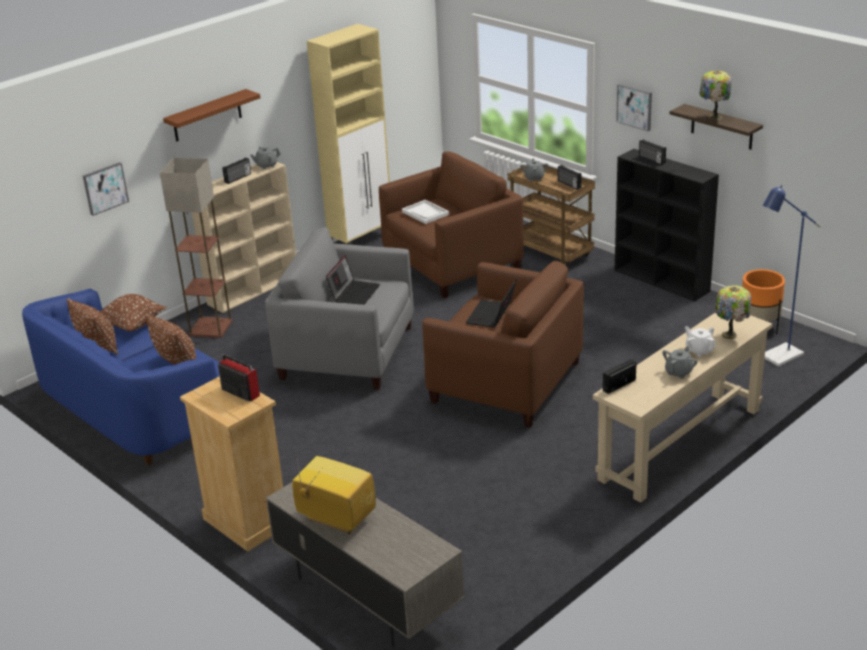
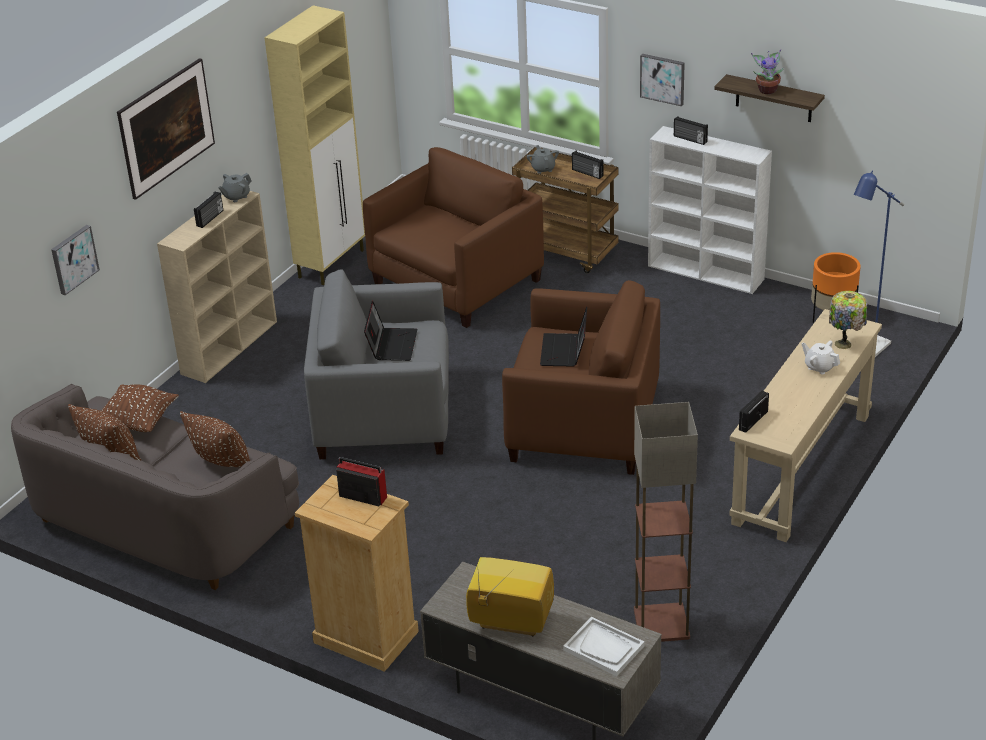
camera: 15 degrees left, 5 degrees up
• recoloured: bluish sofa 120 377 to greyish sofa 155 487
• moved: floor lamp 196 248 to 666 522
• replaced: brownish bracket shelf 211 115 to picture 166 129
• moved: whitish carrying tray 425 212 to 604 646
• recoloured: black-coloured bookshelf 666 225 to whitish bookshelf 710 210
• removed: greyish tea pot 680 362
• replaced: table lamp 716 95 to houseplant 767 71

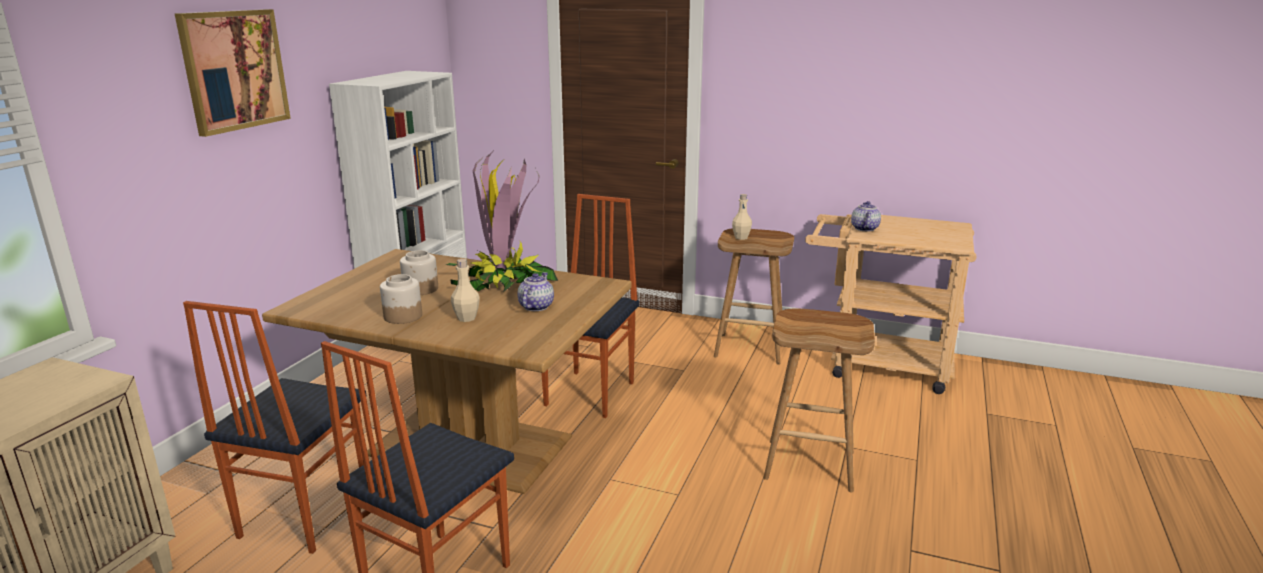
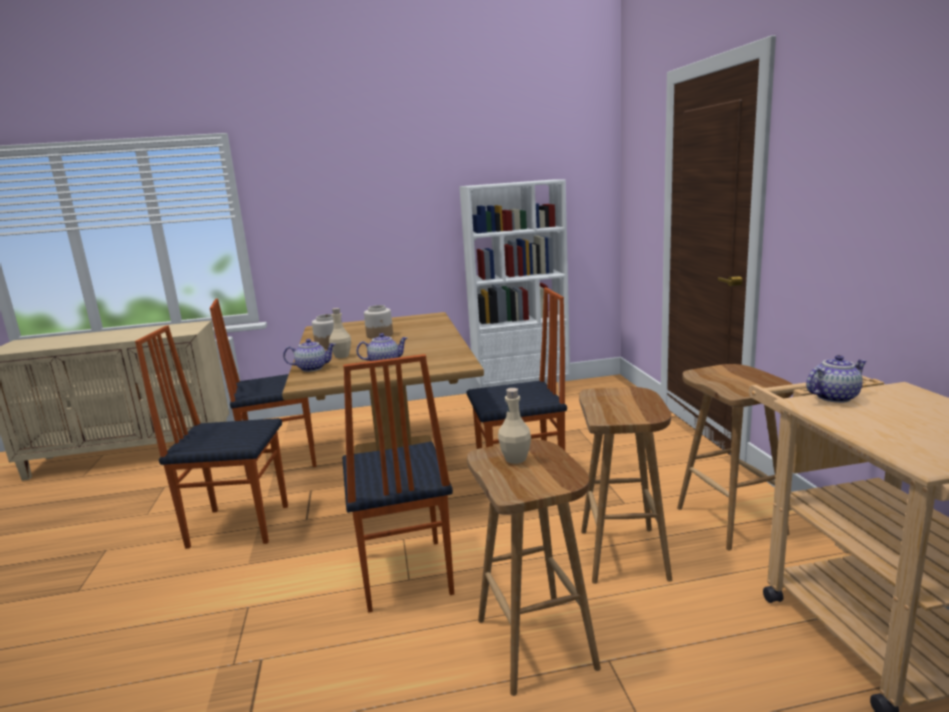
camera: 60 degrees right, 5 degrees down
• removed: picture 233 73
• removed: houseplant 502 222
• moved: beige-coloured bottle 742 217 to 514 426
• added: tea pot 309 355
• added: chair 398 483
• added: brownish stool seat 625 485

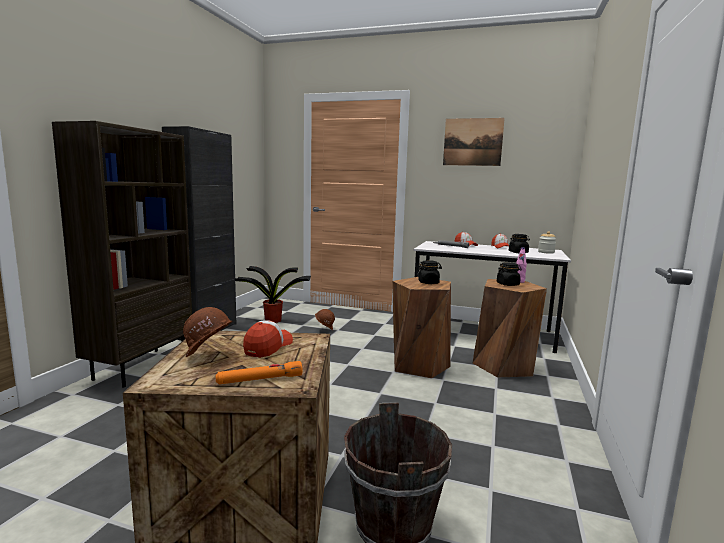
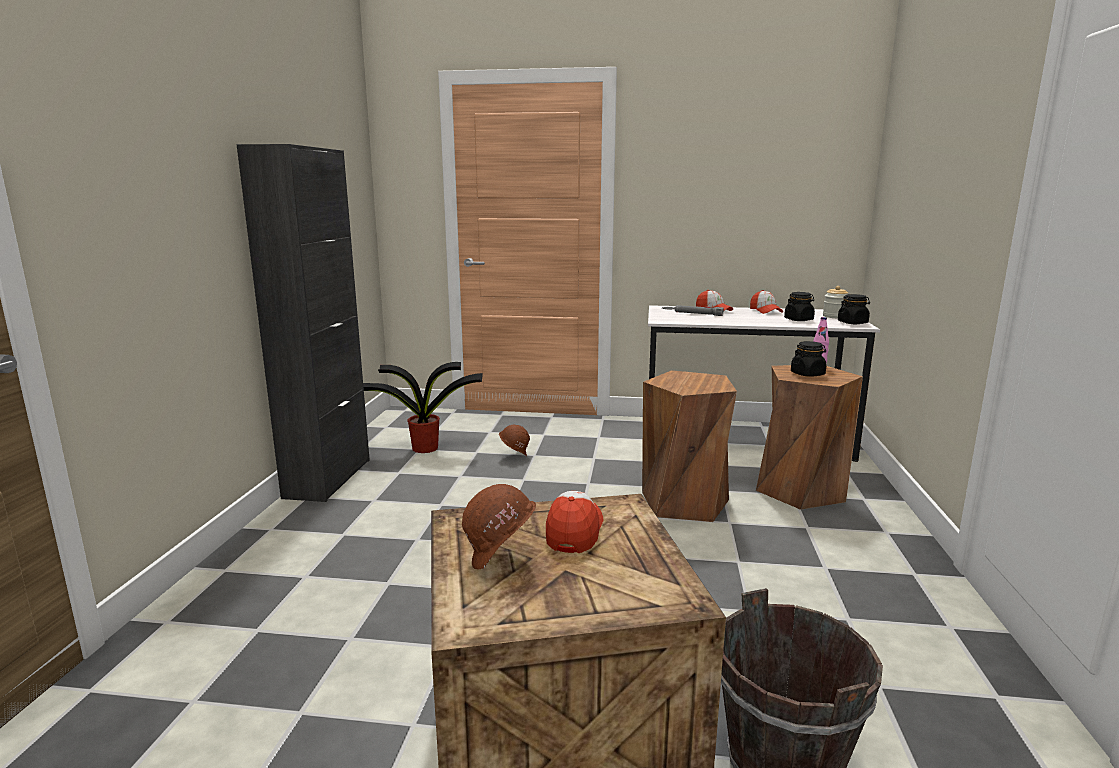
camera: 10 degrees left, 5 degrees up
• removed: brownish bookshelf 122 254
• removed: orangey flashlight 259 372
• moved: black-coloured jar 429 272 to 854 309
• removed: picture 474 142

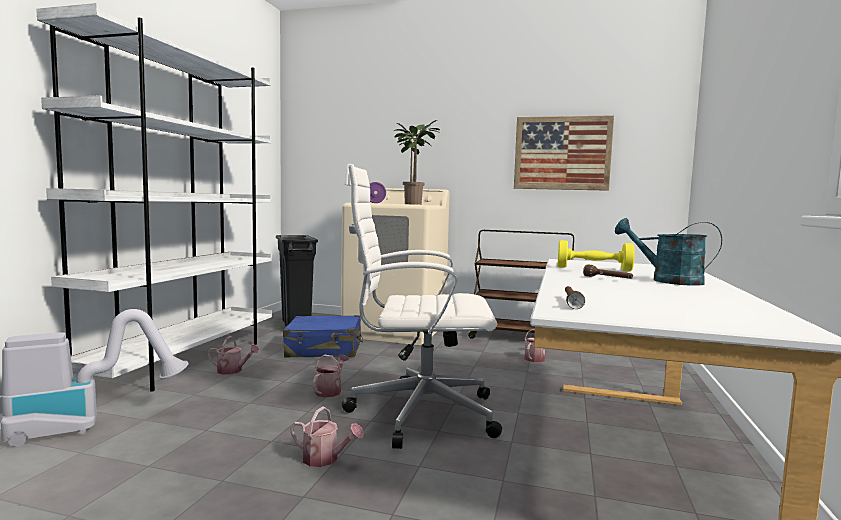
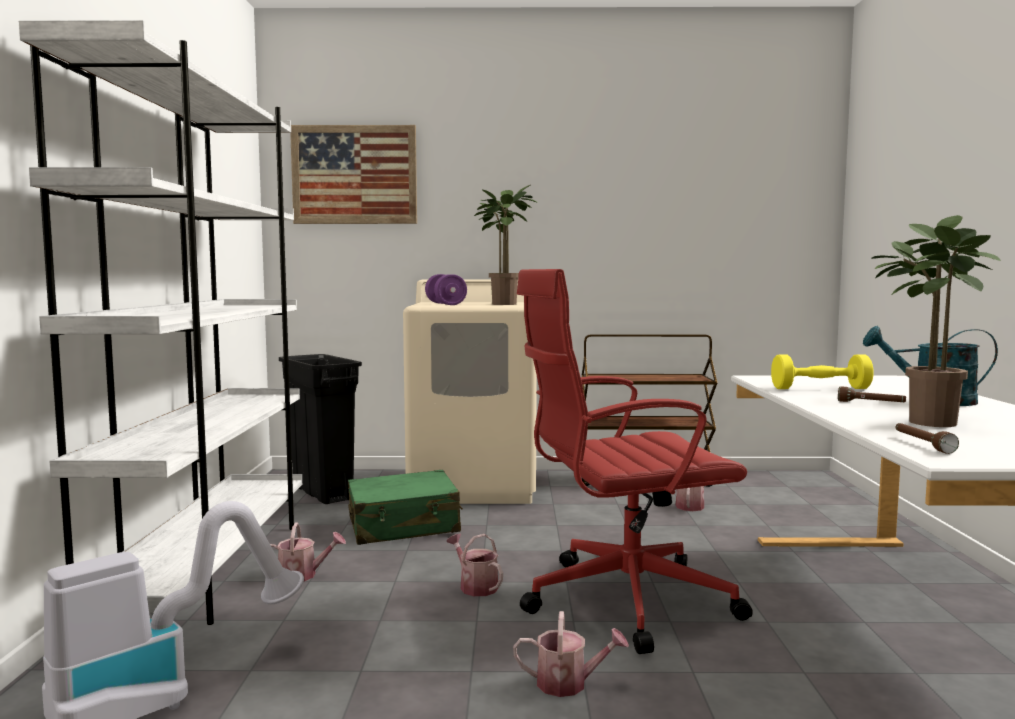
camera: 15 degrees left, 0 degrees up
• recoloured: bluish travel case 323 336 to green-coloured travel case 405 507
• turned: sprinkling can 331 376 = 475 565 45 degrees counterclockwise
• recoloured: whitish desk chair 422 306 to red desk chair 635 461
• moved: picture 564 153 to 353 174
• added: houseplant 936 321

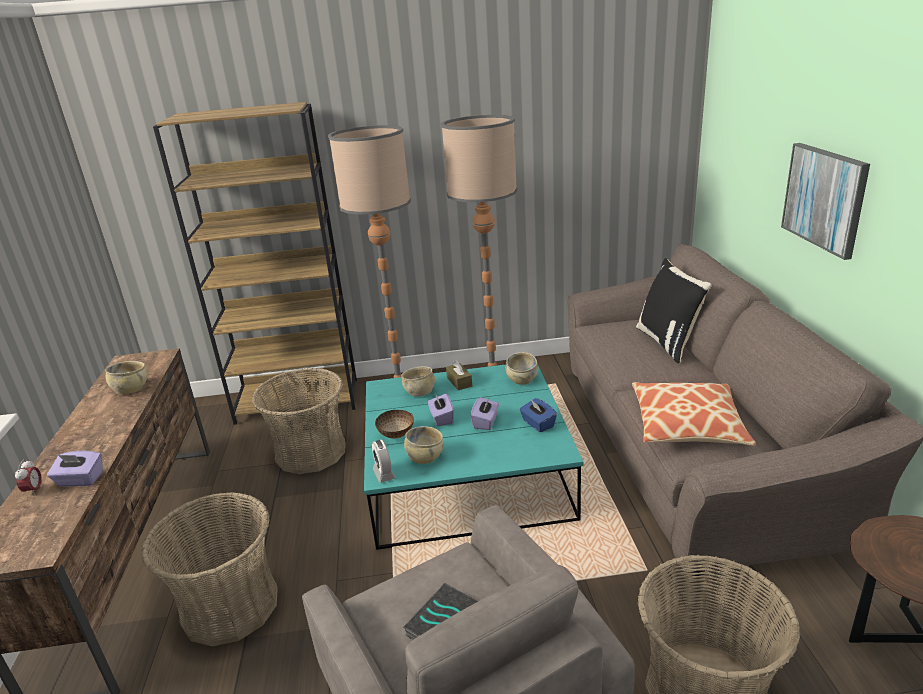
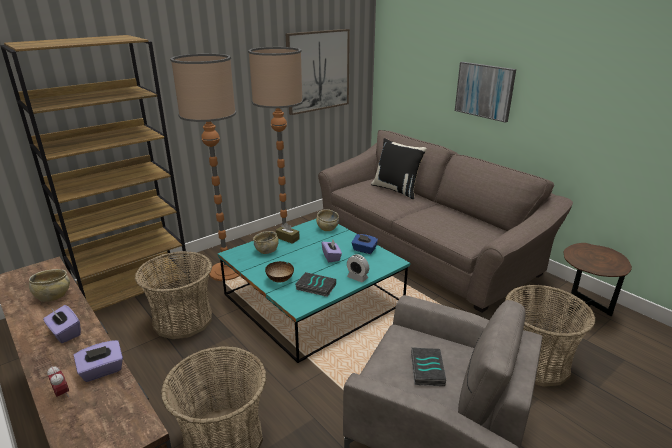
camera: 35 degrees left, 0 degrees up
• moved: alarm clock 384 461 to 358 268
• replaced: beige-coloured bowl 423 445 to book 315 284
• moved: purplish tissue box 441 409 to 62 324
• removed: throw pillow 694 414
• added: picture 318 72

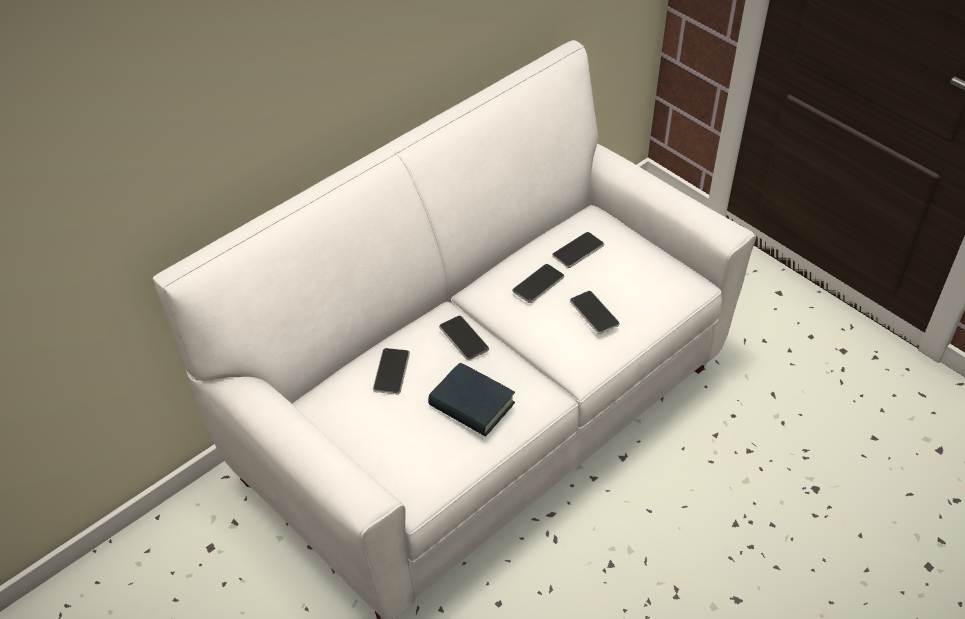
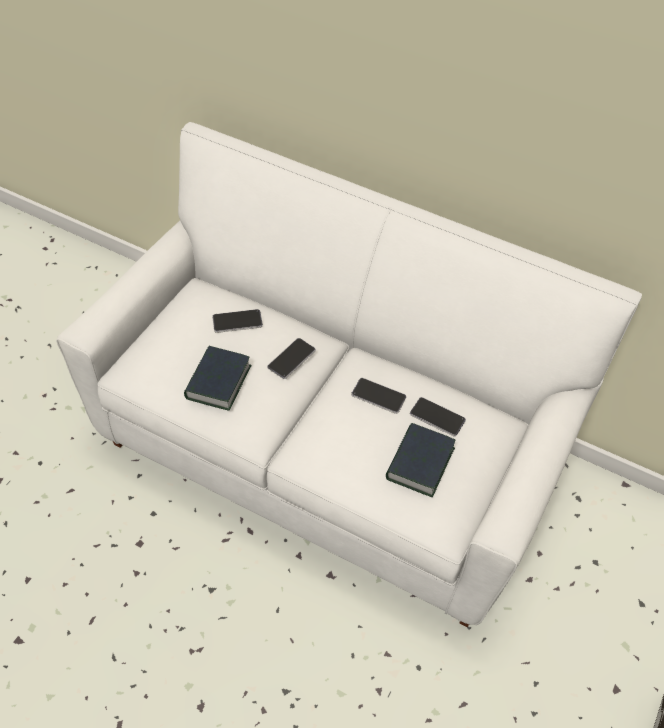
camera: 70 degrees right, 5 degrees up
• removed: handset 595 312
• added: book 420 460

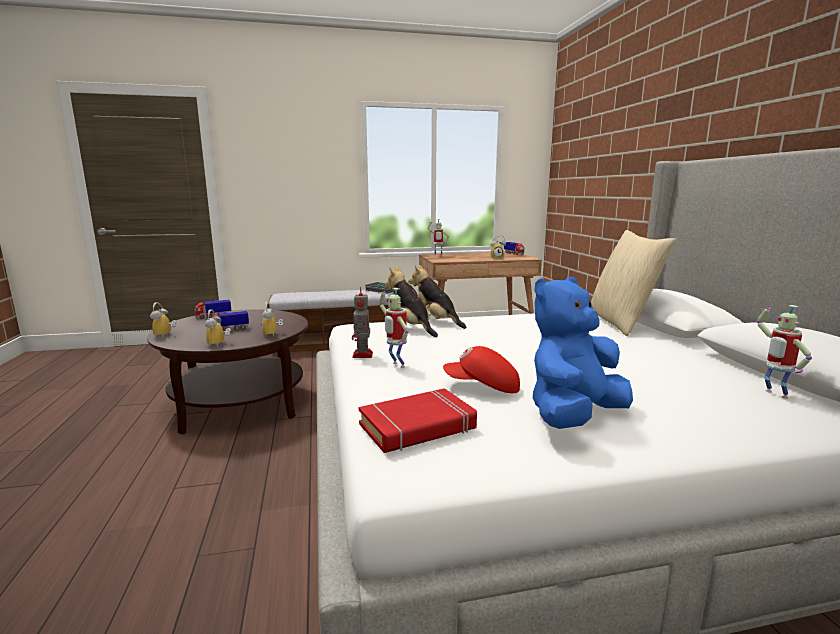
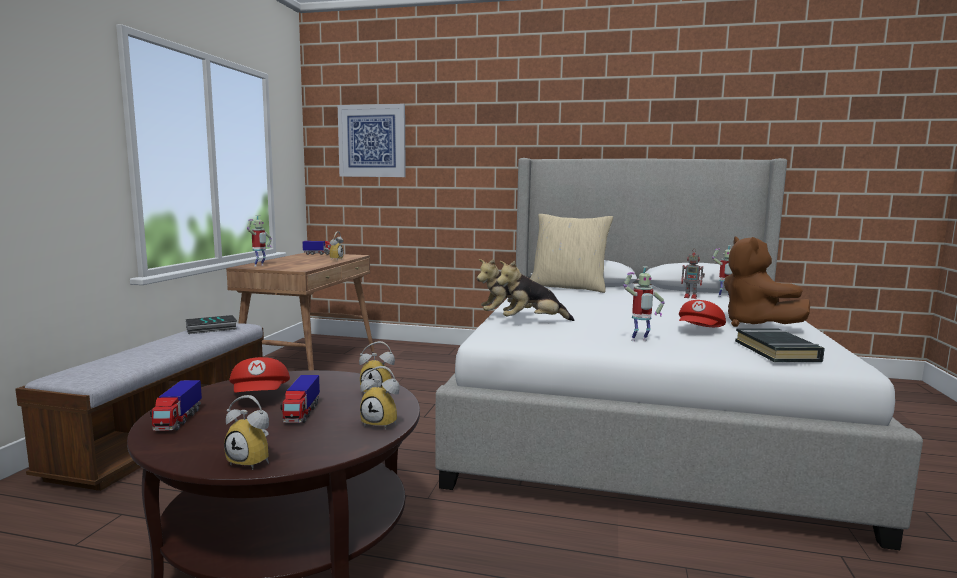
camera: 65 degrees left, 5 degrees down
• moved: model robot 362 322 to 693 273
• recoloured: red book 418 420 to black-coloured book 780 345
• recoloured: bluish cuddly toy 583 353 to brownish cuddly toy 767 281
• added: red cap 259 374
• added: picture 372 140

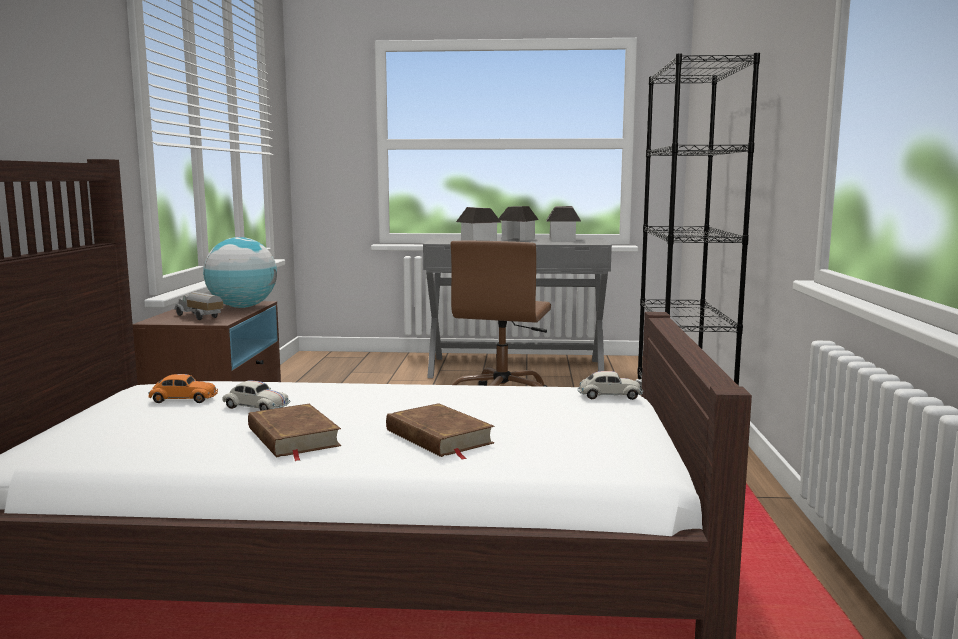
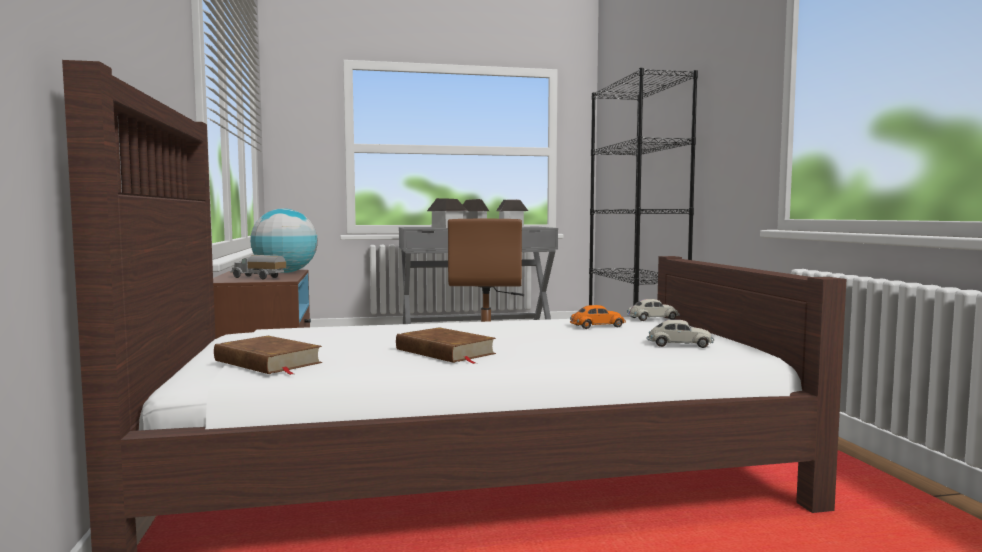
camera: 15 degrees left, 5 degrees down
• moved: orangey model car 183 388 to 598 317
• moved: whitish model car 256 396 to 681 334
• moved: brownish book 440 431 to 268 355

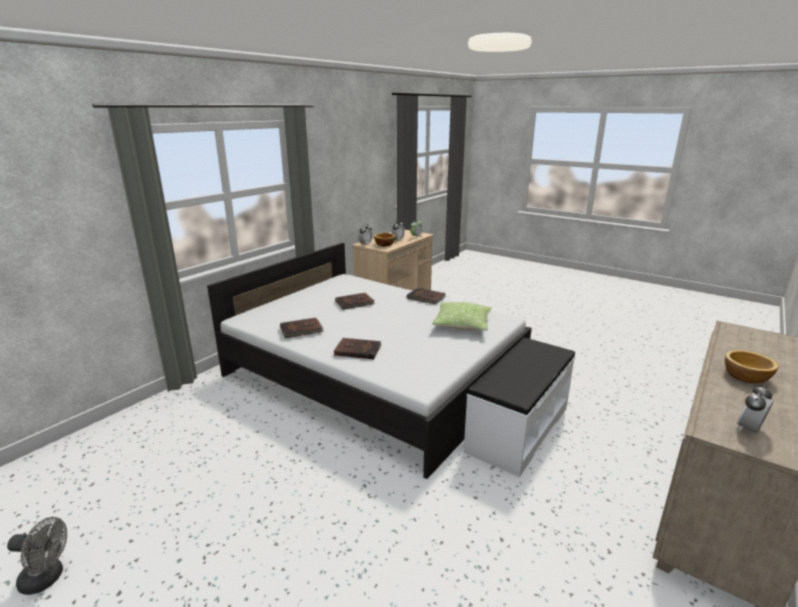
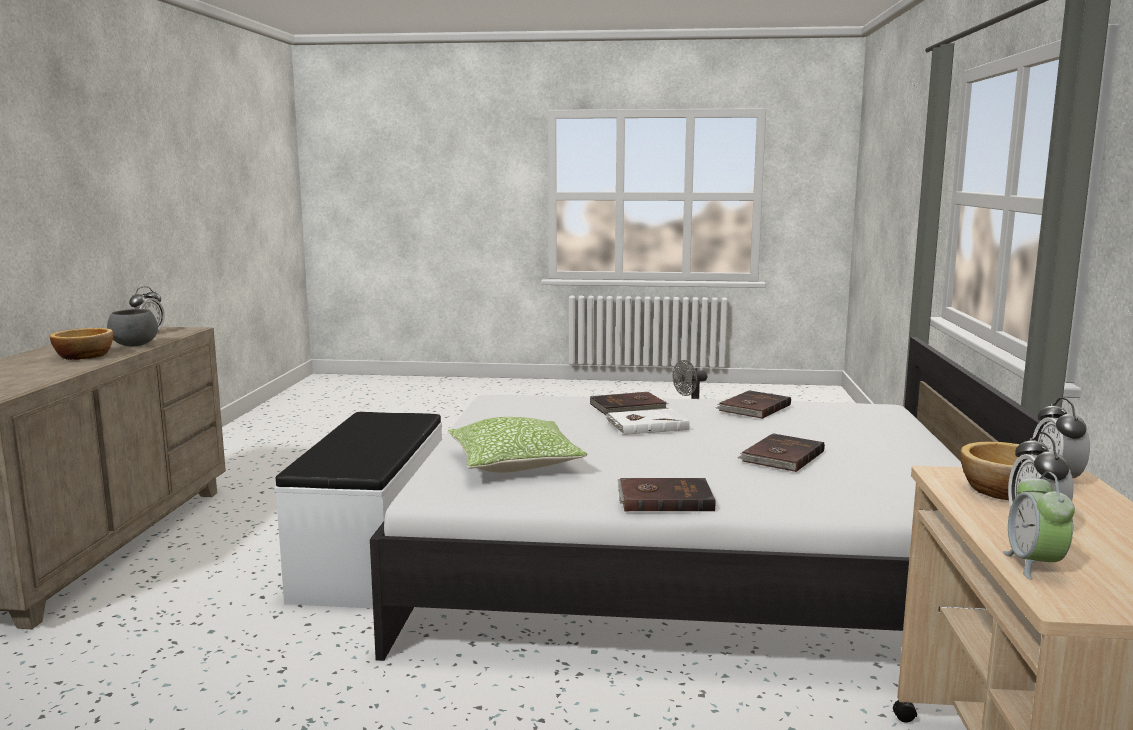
camera: 150 degrees right, 10 degrees down
• added: greyish bowl 132 327
• added: whitish book 647 422

